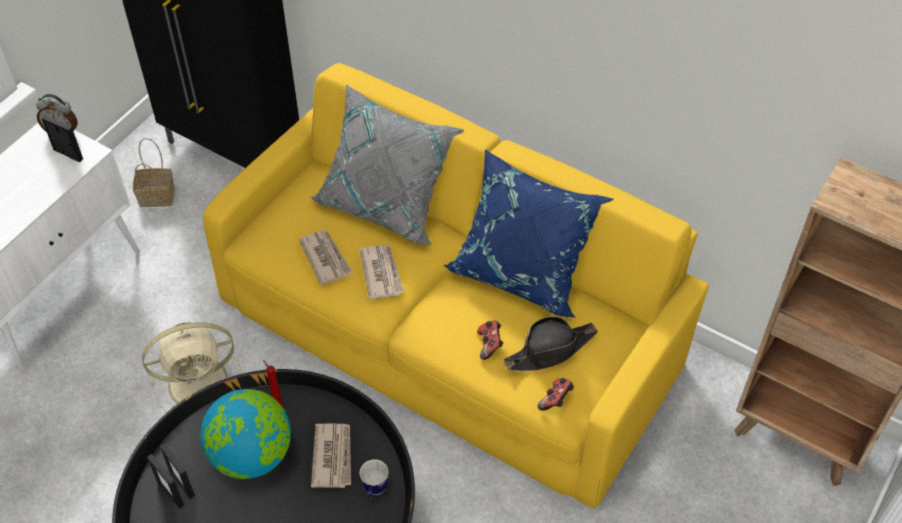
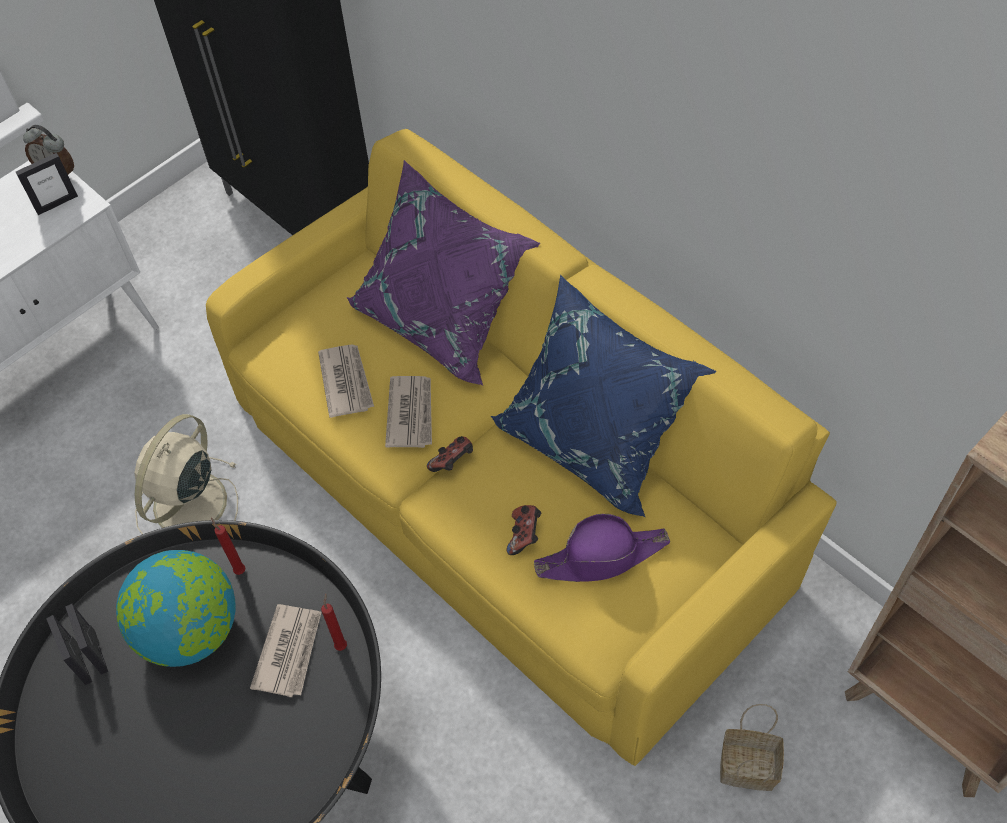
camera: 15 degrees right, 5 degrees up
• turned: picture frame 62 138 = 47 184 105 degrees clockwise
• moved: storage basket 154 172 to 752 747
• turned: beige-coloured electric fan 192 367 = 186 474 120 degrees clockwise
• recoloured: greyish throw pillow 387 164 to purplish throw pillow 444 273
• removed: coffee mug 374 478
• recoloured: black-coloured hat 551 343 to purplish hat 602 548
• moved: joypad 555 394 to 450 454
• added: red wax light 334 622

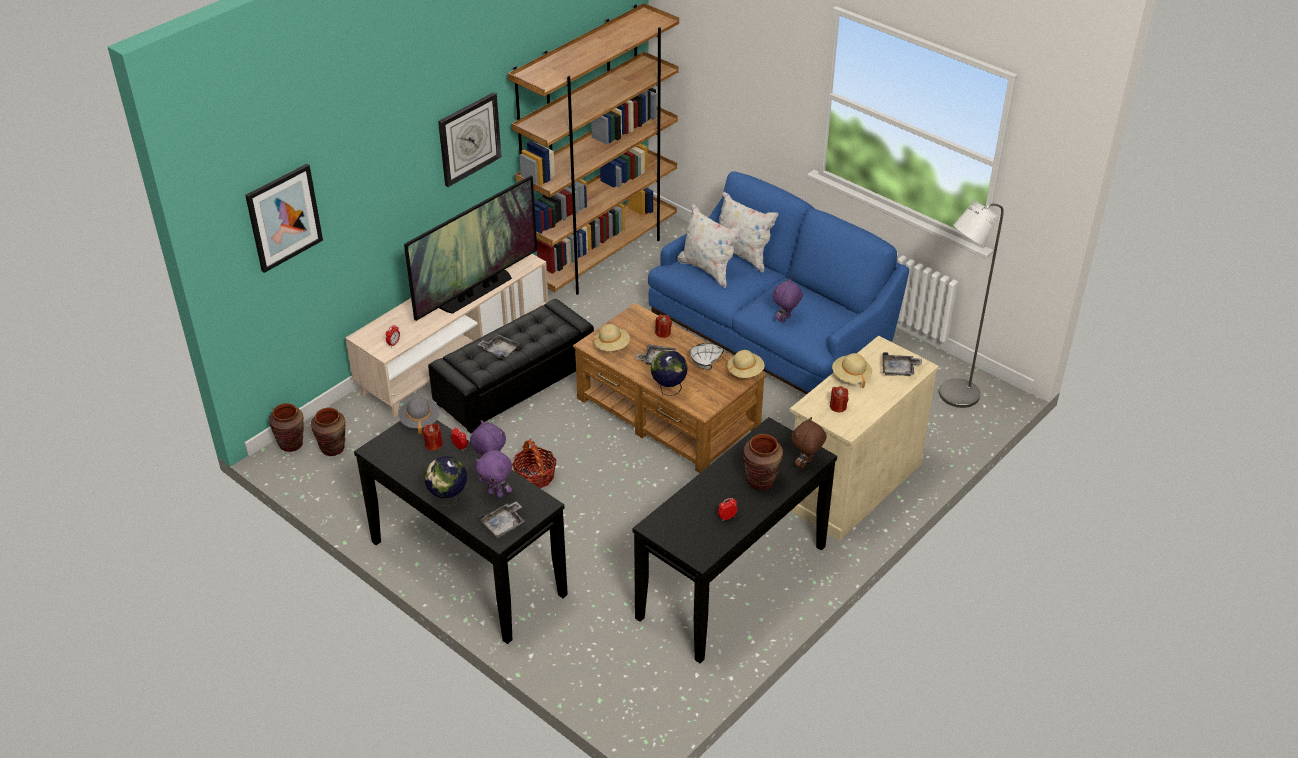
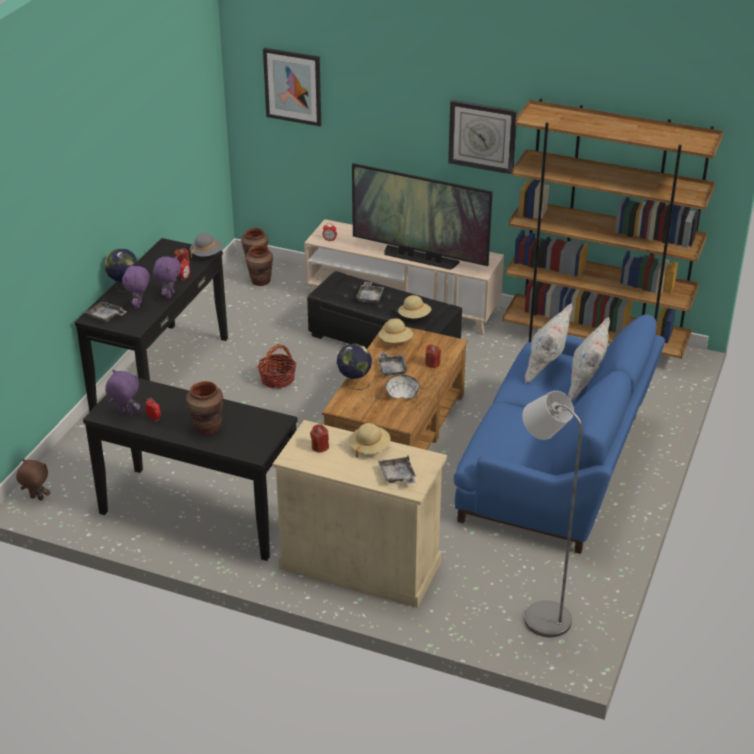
camera: 70 degrees right, 5 degrees down
• moved: beige-coloured hat 746 364 to 414 306
• moved: purplish cuddly toy 787 300 to 122 393
• moved: brownish cuddly toy 809 442 to 33 480

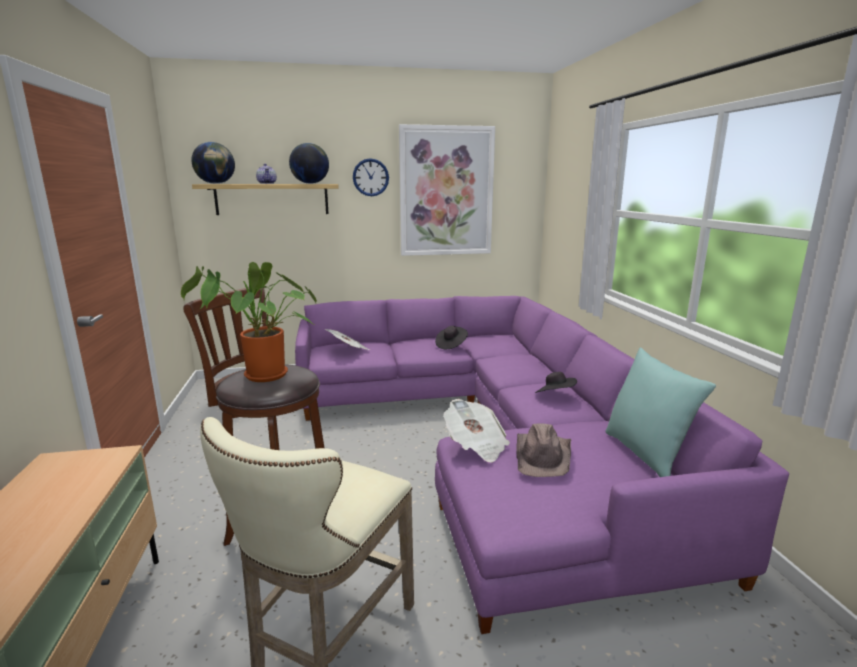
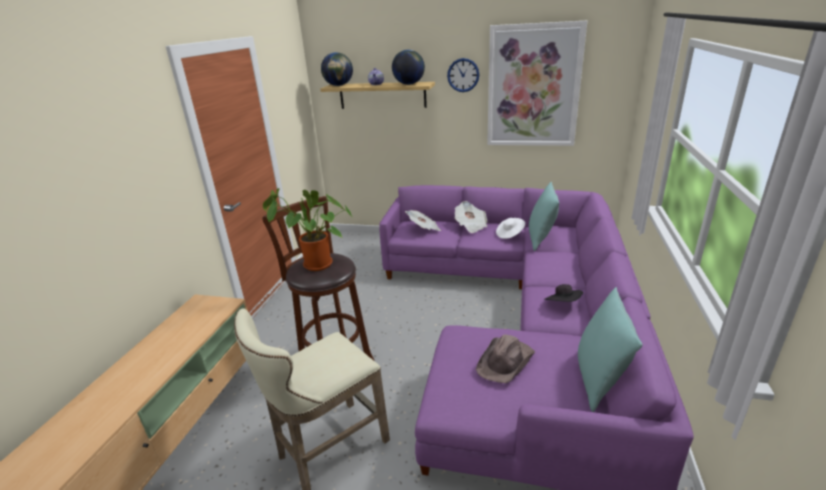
camera: 25 degrees right, 10 degrees up
• recoloured: black-coloured hat 451 337 to whitish hat 510 228
• moved: newspaper 476 431 to 471 217
• added: blue-green throw pillow 544 216

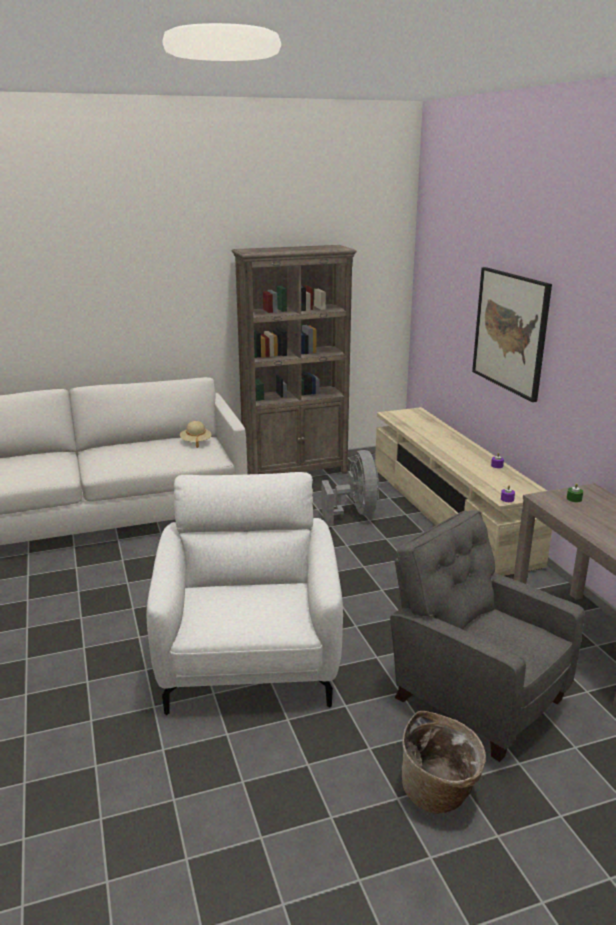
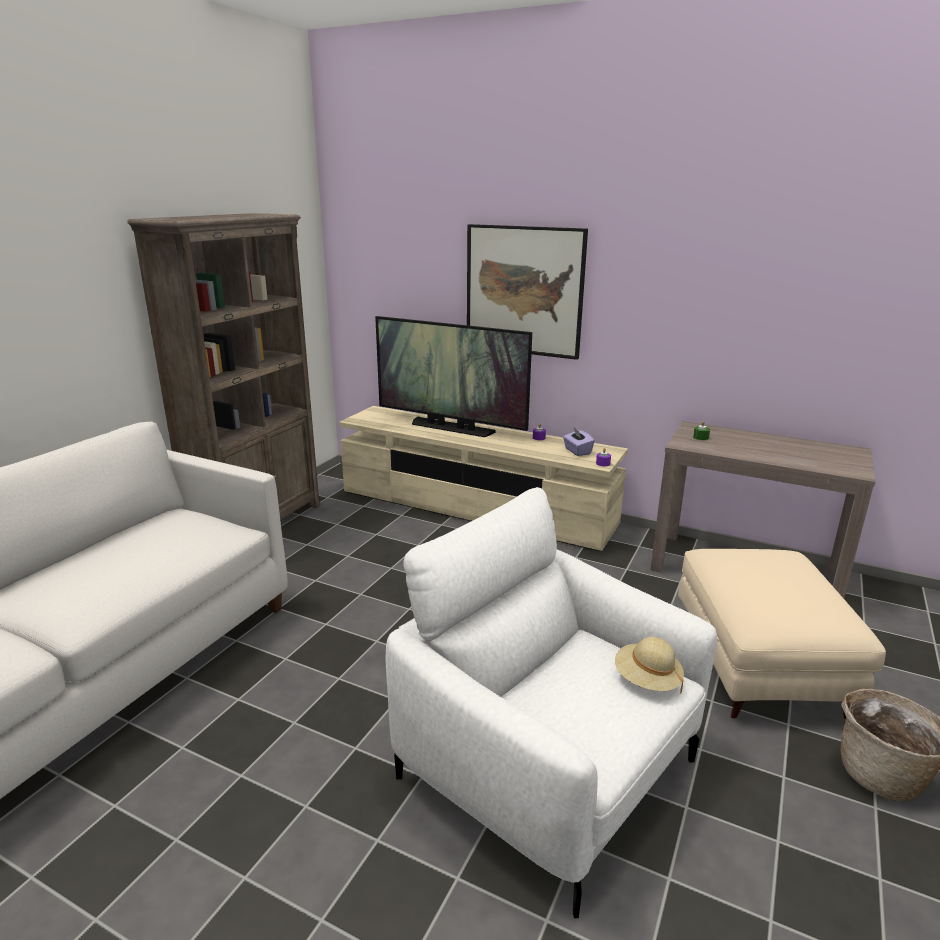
camera: 45 degrees left, 0 degrees up
• moved: beige-coloured hat 196 434 to 649 665
• removed: greyish electric fan 350 488
• replaced: greyish armchair 487 636 to beige-coloured ottoman 782 634
• added: television 453 376
• added: purplish tissue box 579 442

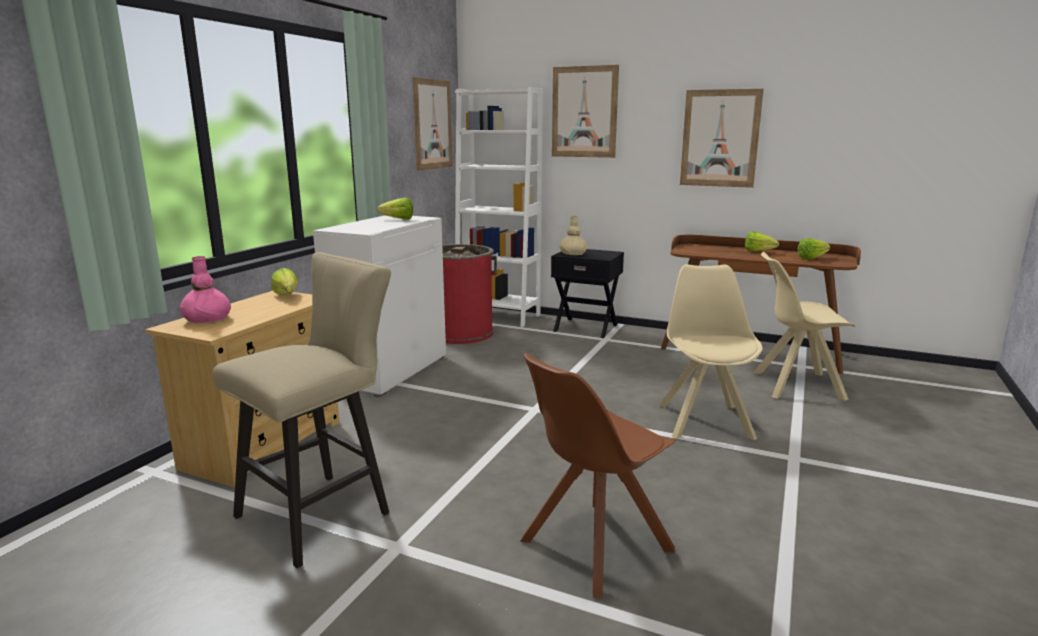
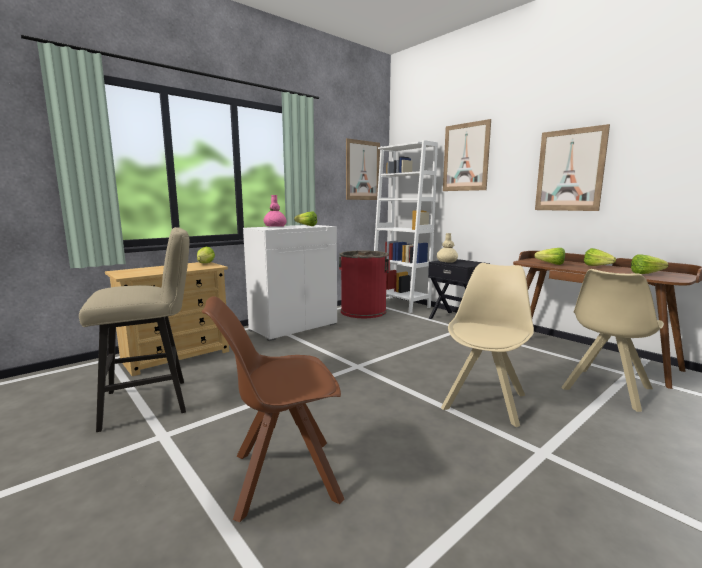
camera: 25 degrees right, 5 degrees down
• moved: pinkish vase 205 289 to 275 211
• turned: beige-coloured chair 804 326 = 612 340 75 degrees counterclockwise
• added: head of lettuce 549 256

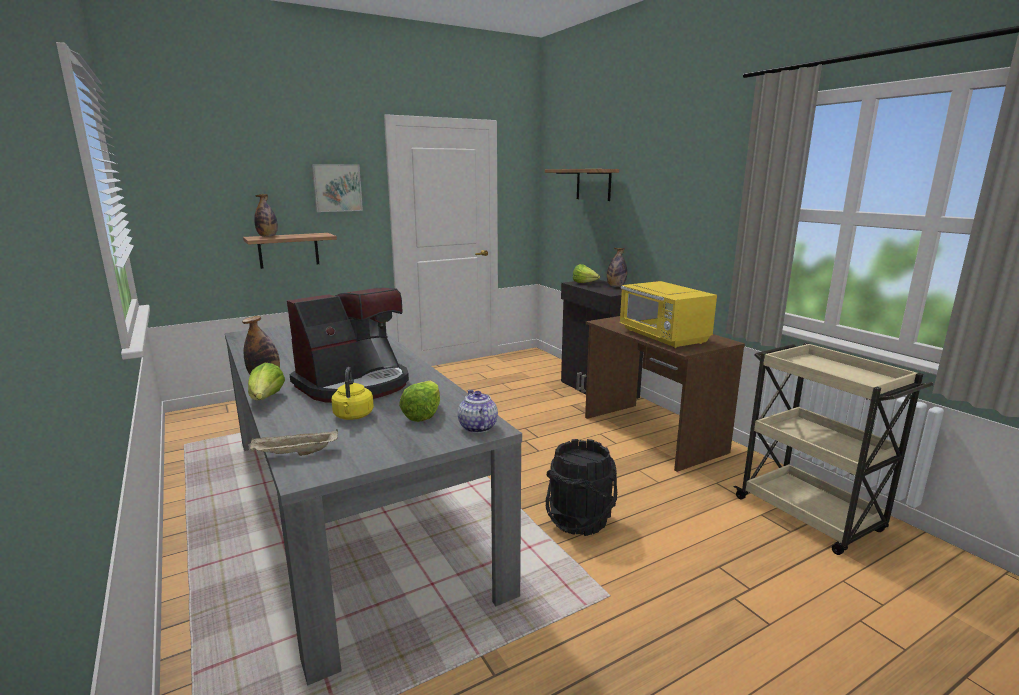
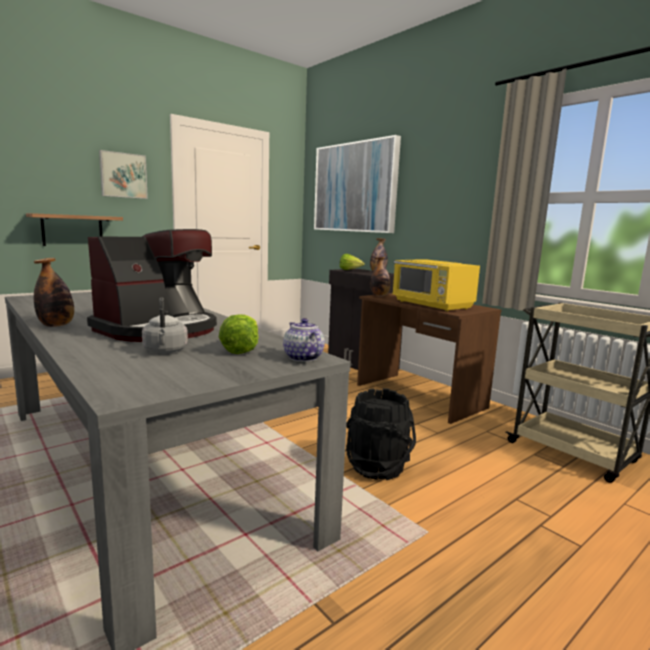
camera: 10 degrees left, 5 degrees down
• removed: head of lettuce 266 381
• removed: beige-coloured carrying tray 294 442
• moved: bottle 266 215 to 380 276
• recoloured: yellow-coloured kettle 352 393 to greyish kettle 165 325
• replaced: bracket shelf 582 185 to picture 357 184

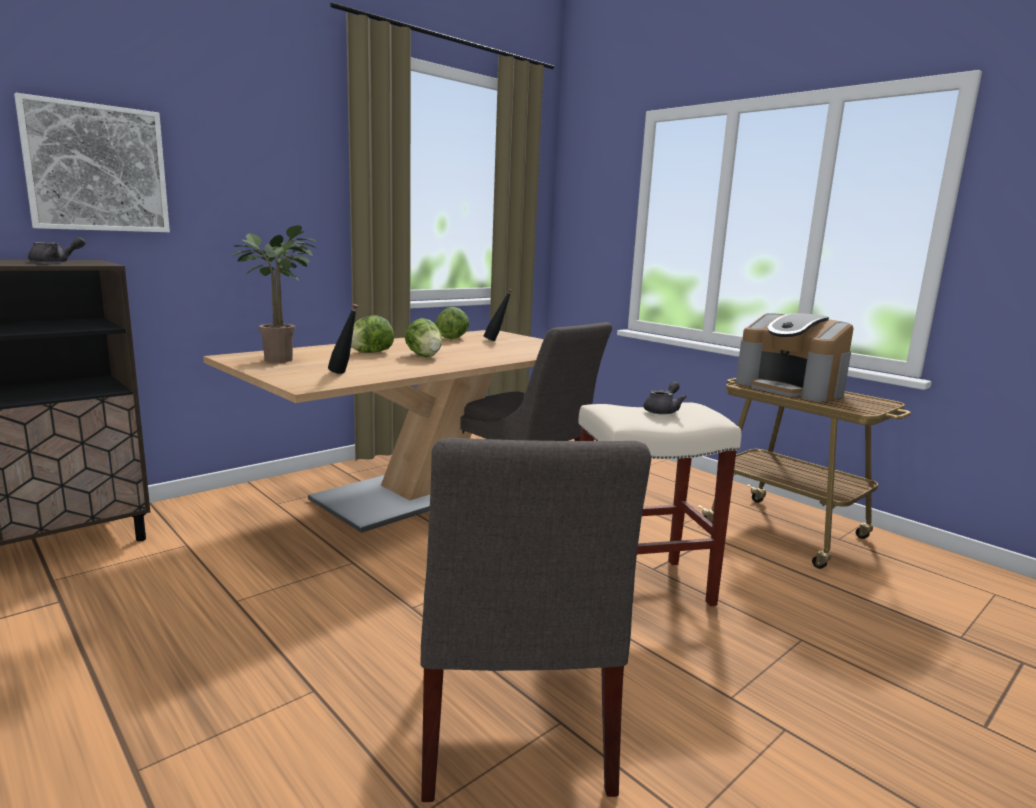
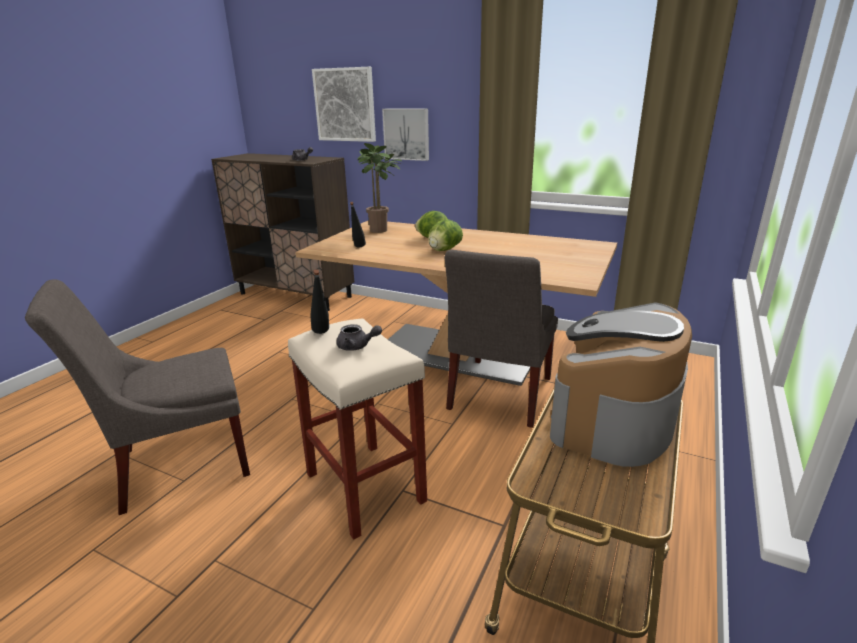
camera: 70 degrees right, 10 degrees up
• removed: head of lettuce 452 323
• moved: black-coloured bottle 498 315 to 319 301
• added: picture 405 134

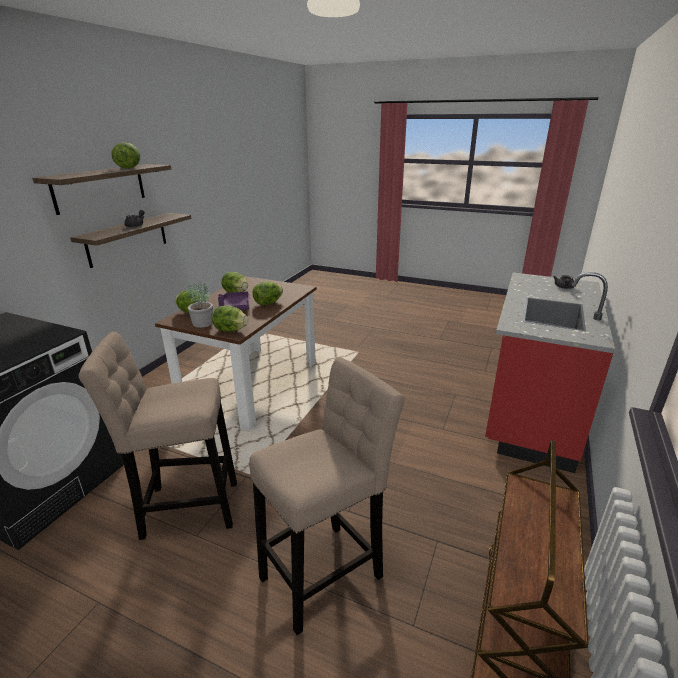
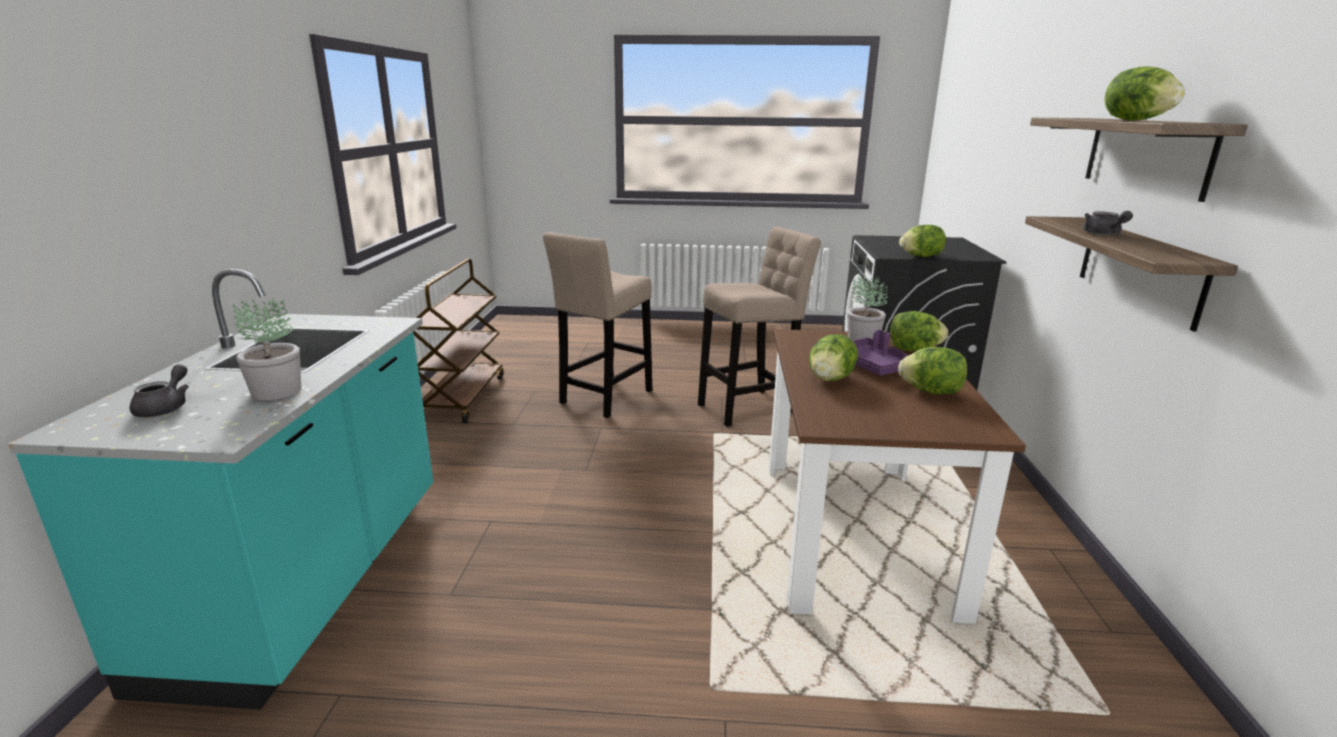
camera: 160 degrees right, 5 degrees down
• moved: head of lettuce 230 318 to 922 241
• recoloured: red counter 550 372 to blue-green counter 220 489
• added: houseplant 266 349

